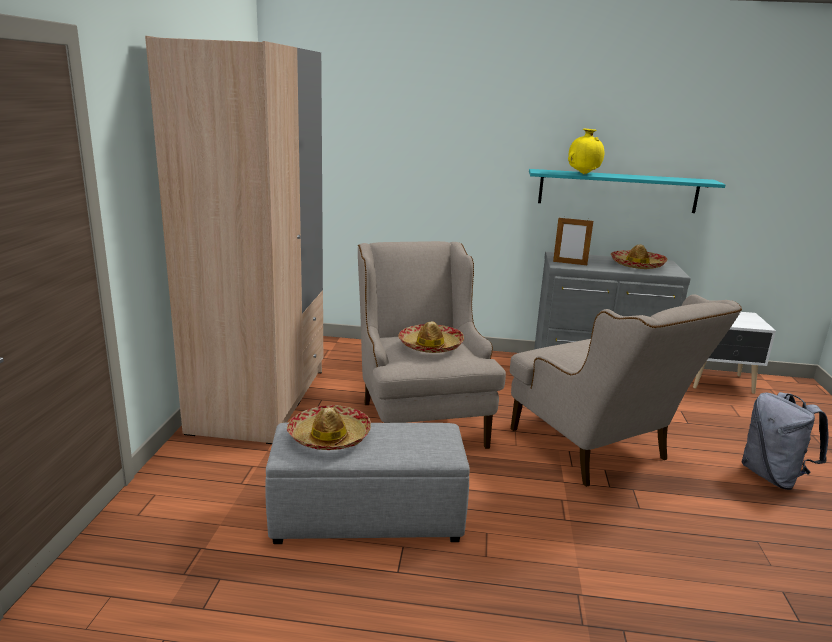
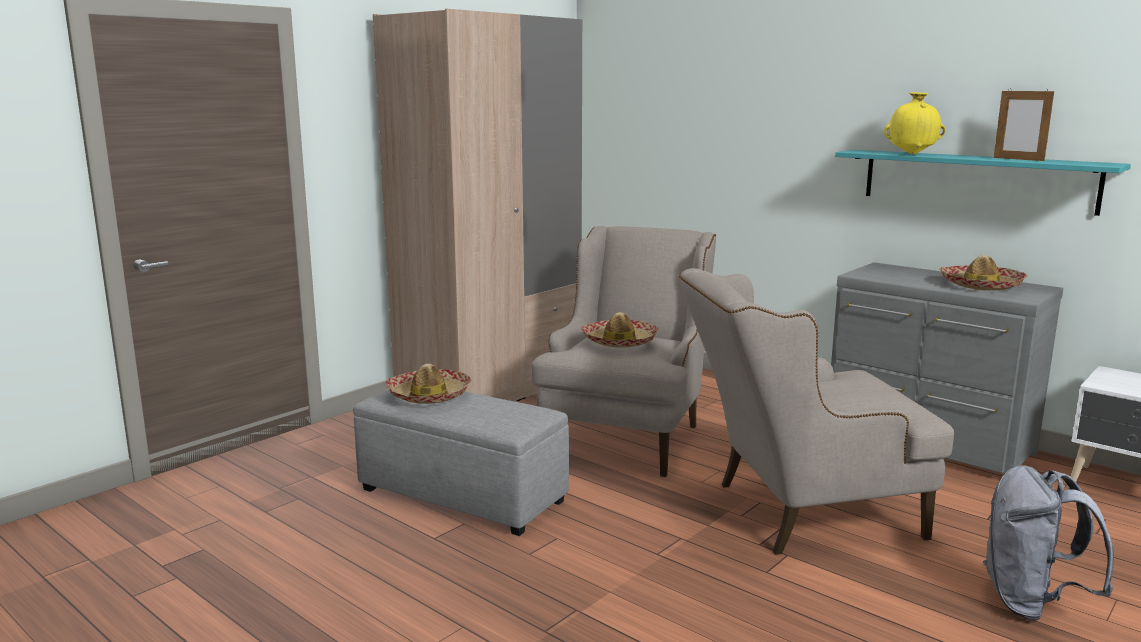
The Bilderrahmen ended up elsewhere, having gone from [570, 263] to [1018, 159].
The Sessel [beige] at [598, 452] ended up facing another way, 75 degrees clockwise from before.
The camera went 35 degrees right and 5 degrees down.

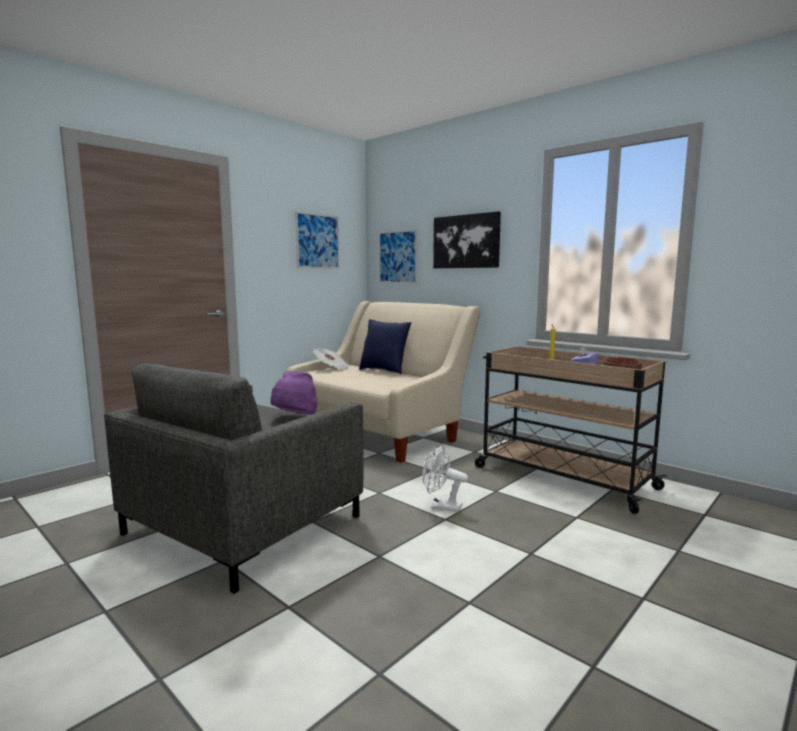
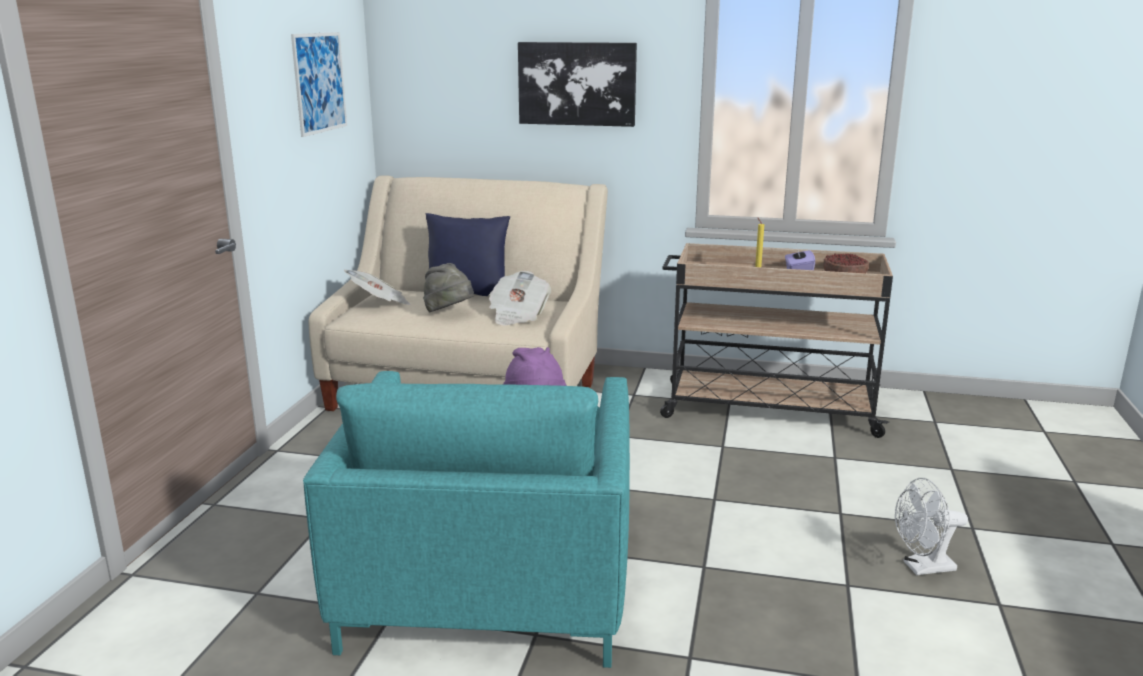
The second view lost the Bild at [397, 257].
The second view gained the Hut [grau] at [449, 313].
The second view gained the Zeitung at [518, 315].
The Ventilator [weiß] ended up elsewhere, having gone from [441, 507] to [922, 568].
What was the Sessel [grau] at [243, 524] turned into the Sessel [türkis] at [488, 582].
The camera went 30 degrees left and 10 degrees up.

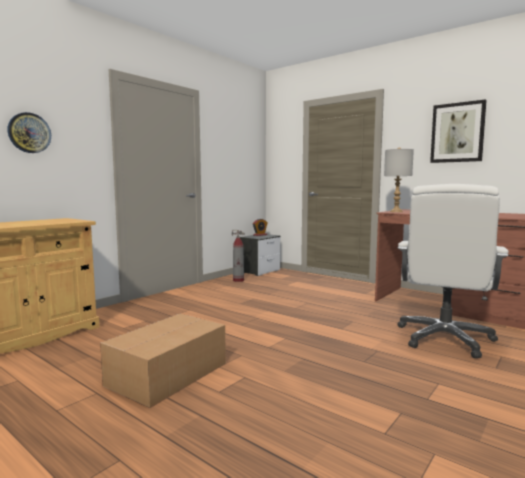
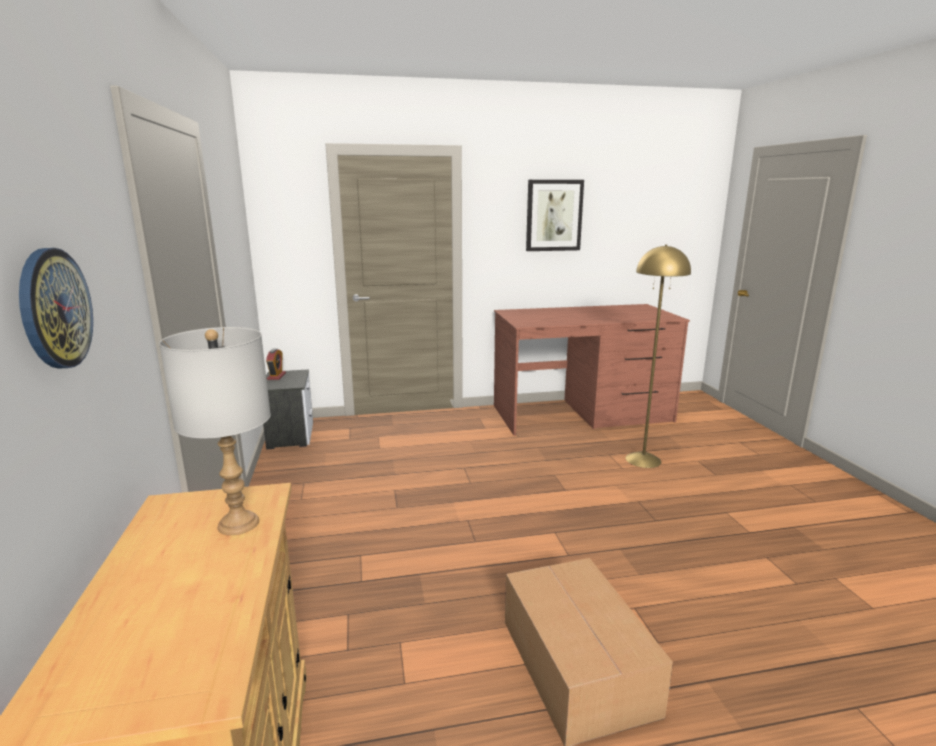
The second view lost the Feuerlöscher at [238, 280].
The Tischlampe [grau] ended up elsewhere, having gone from [396, 211] to [239, 524].
Where the Bürostuhl [weiß] stood at [444, 338], the Stehlampe [gelb] came to stand at [643, 460].
The camera went 50 degrees left and 10 degrees up.

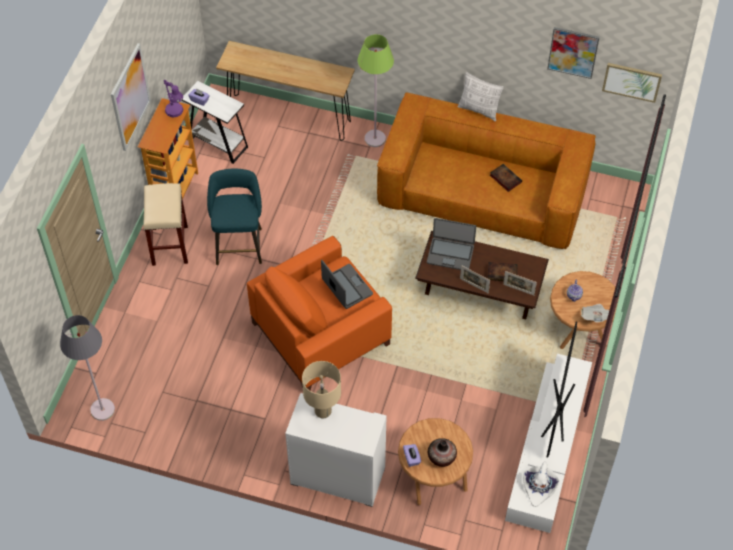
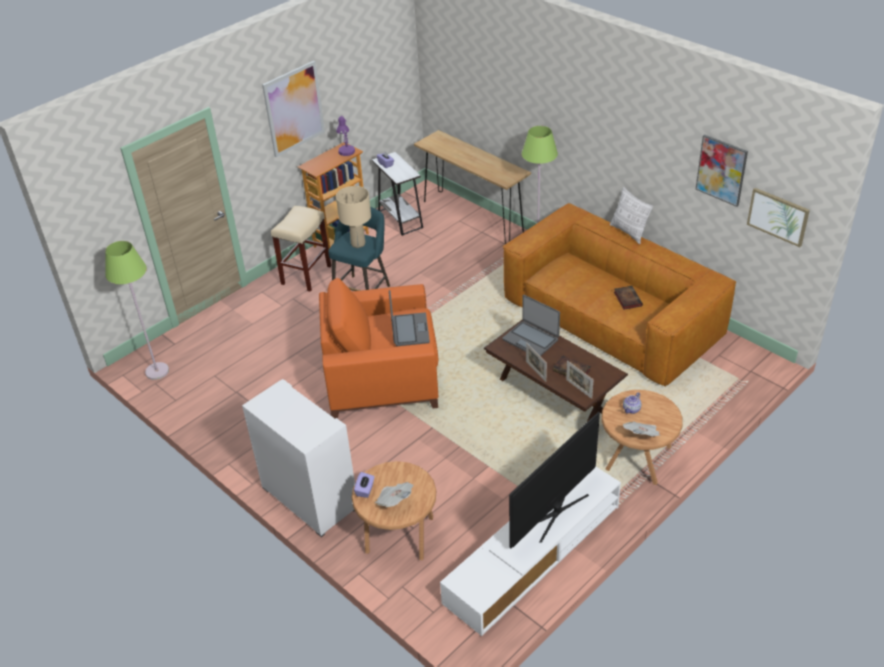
The second view lost the Hut [weiß] at [539, 486].
The Tischlampe [beige] ended up elsewhere, having gone from [322, 411] to [358, 244].
Where the Vase stood at [441, 458], the Zeitung came to stand at [394, 500].
What was the Stehlampe [grau] at [102, 410] turned into the Stehlampe [grün] at [157, 371].
The camera went 30 degrees right and 15 degrees down.

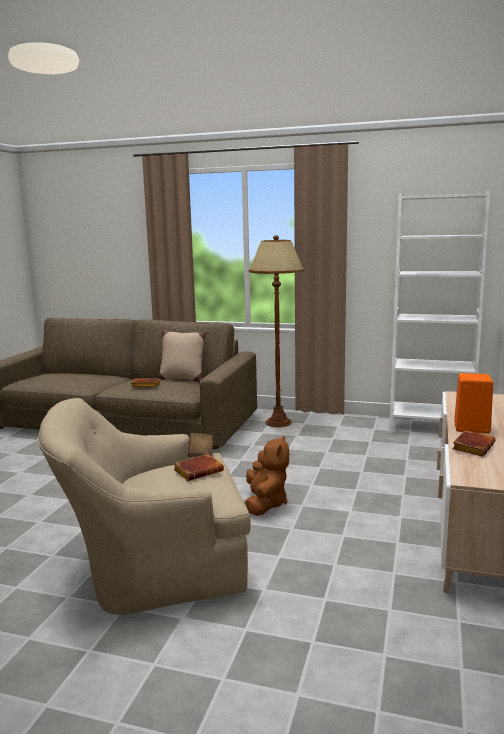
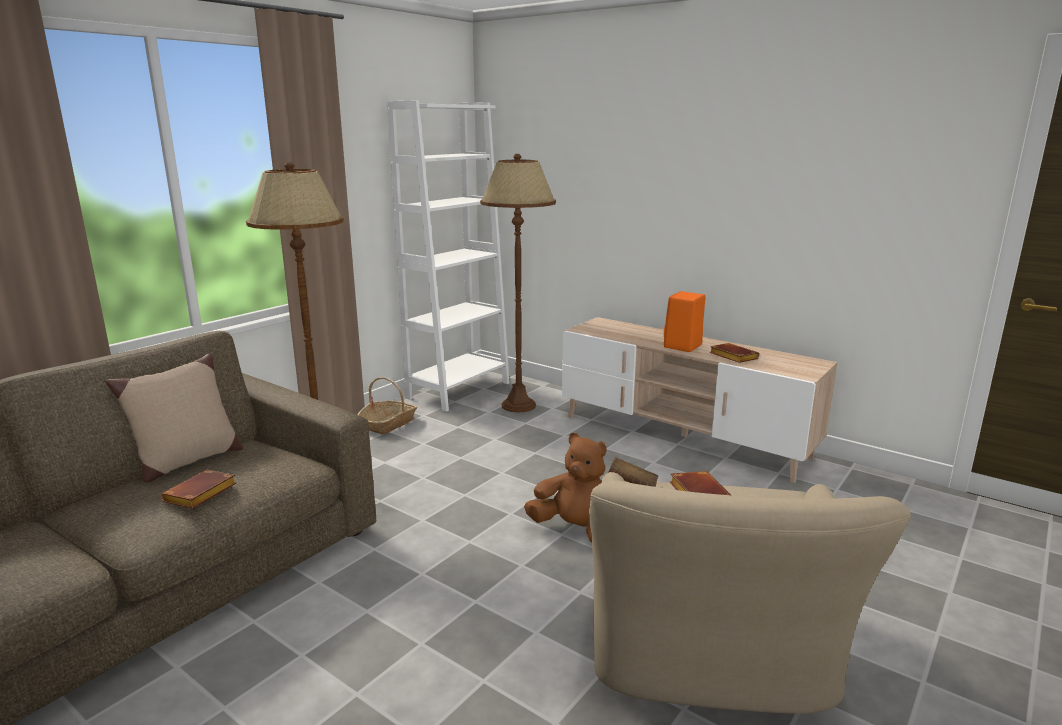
The second view gained the Korb at [388, 424].
The second view gained the Stehlampe [braun] at [518, 405].
The camera went 70 degrees left and 5 degrees up.

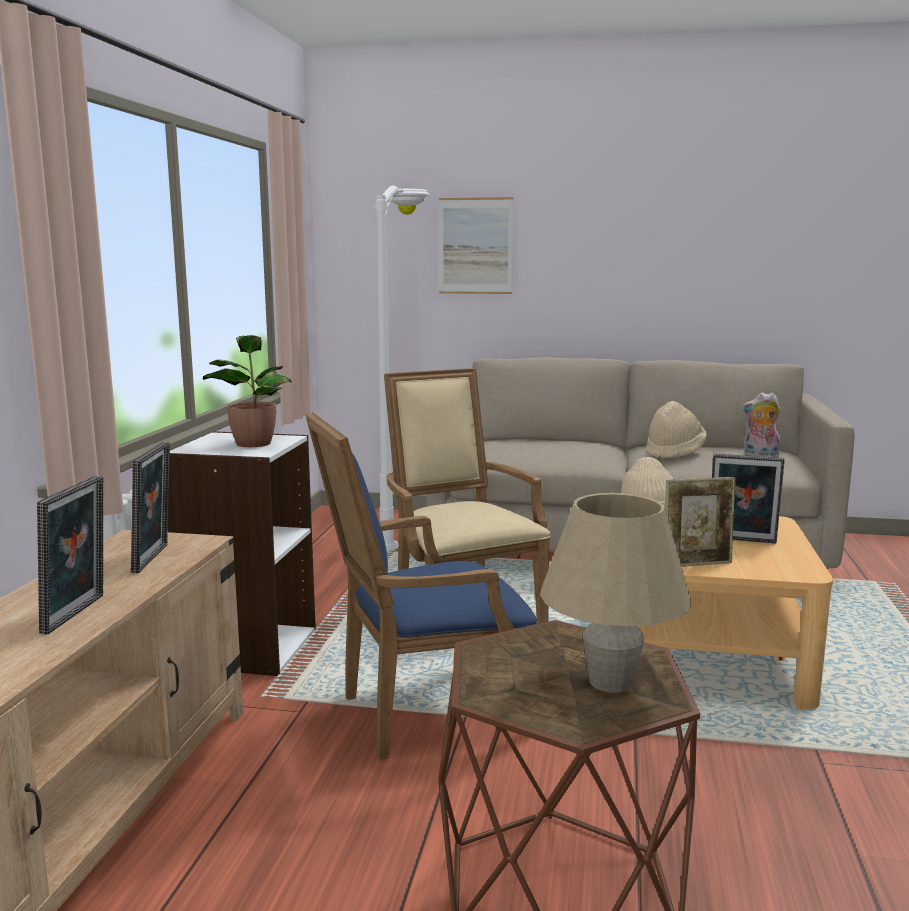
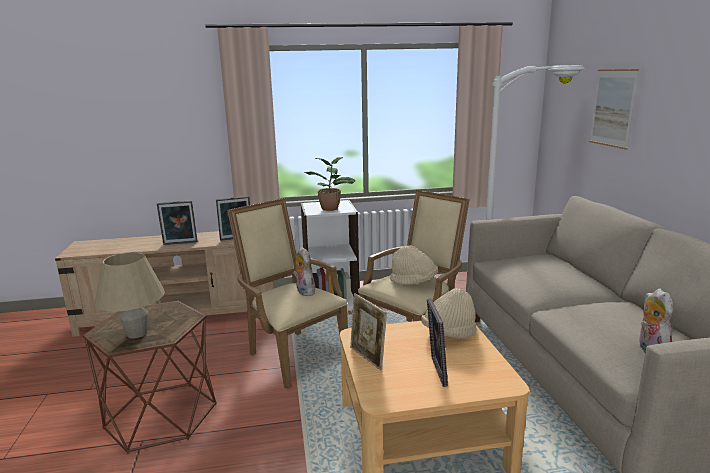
The second view gained the Plüschtier at [304, 291].
The Hut [beige] ended up elsewhere, having gone from [674, 452] to [414, 282].
What was the Sessel [blau] at [422, 714] turned into the Sessel [beige] at [292, 354].
The camera went 70 degrees right and 5 degrees up.

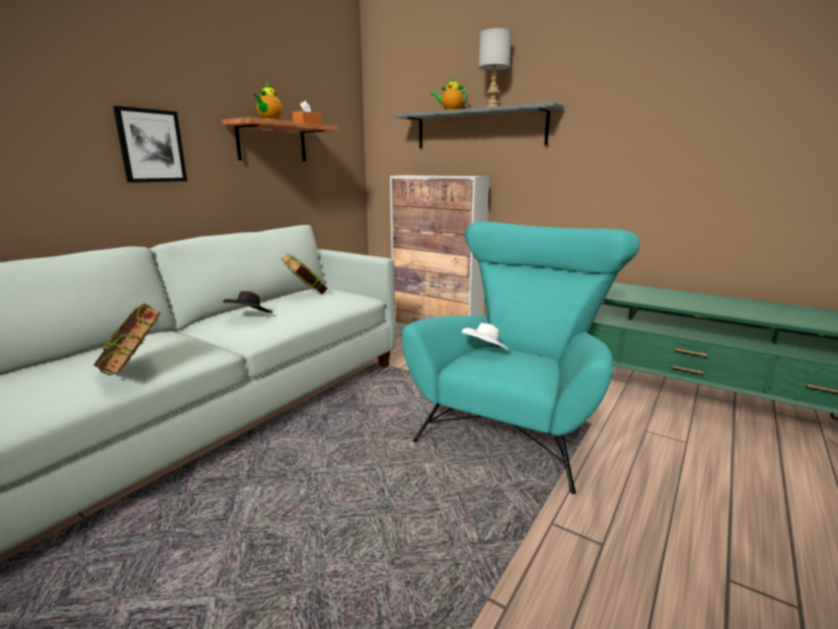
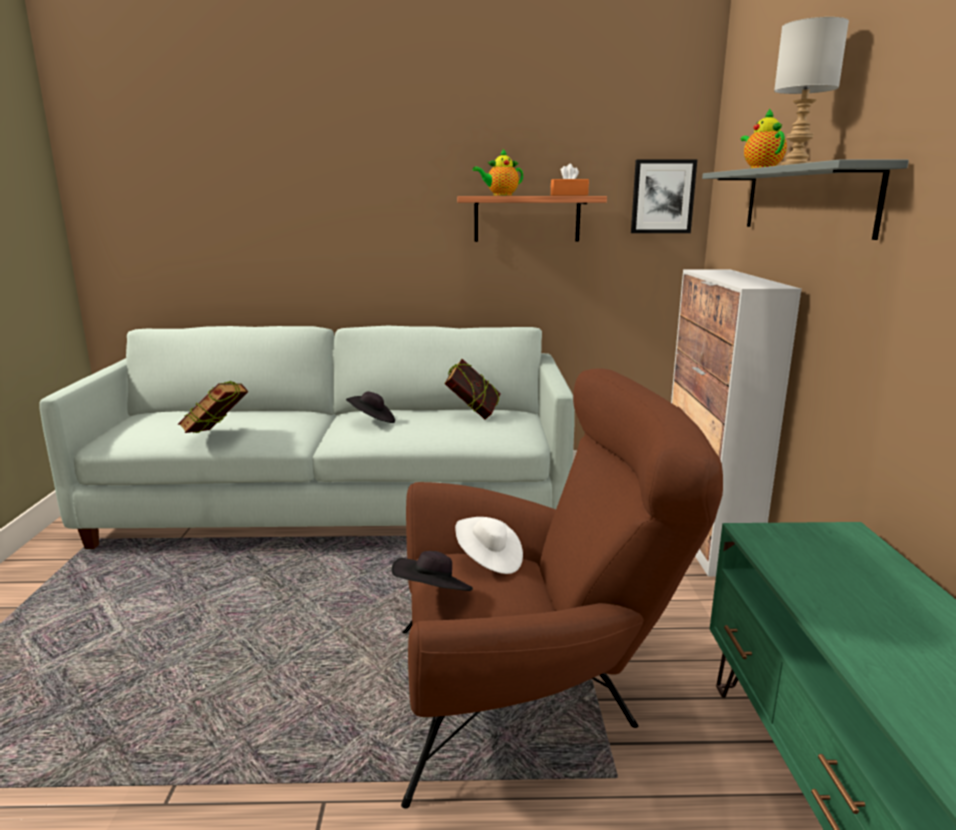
The second view gained the Hut [schwarz] at [433, 595].
The Bild ended up elsewhere, having gone from [151, 146] to [662, 196].
What was the Sessel [türkis] at [514, 422] turned into the Sessel [braun] at [531, 694].
The camera went 55 degrees right and 0 degrees up.

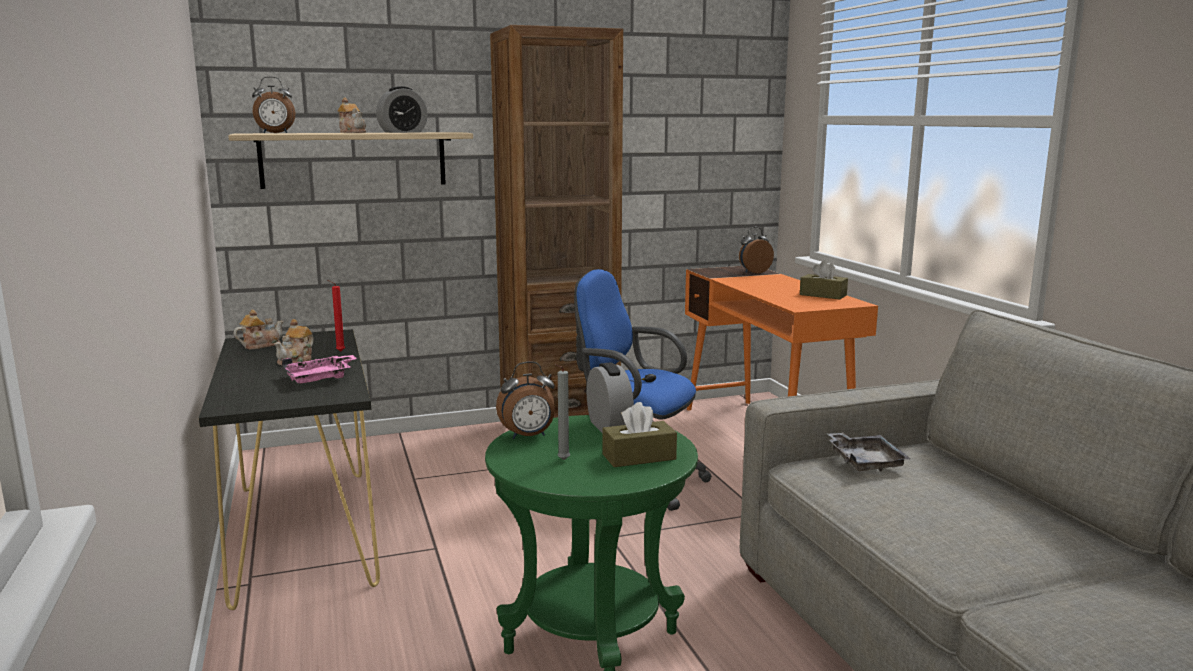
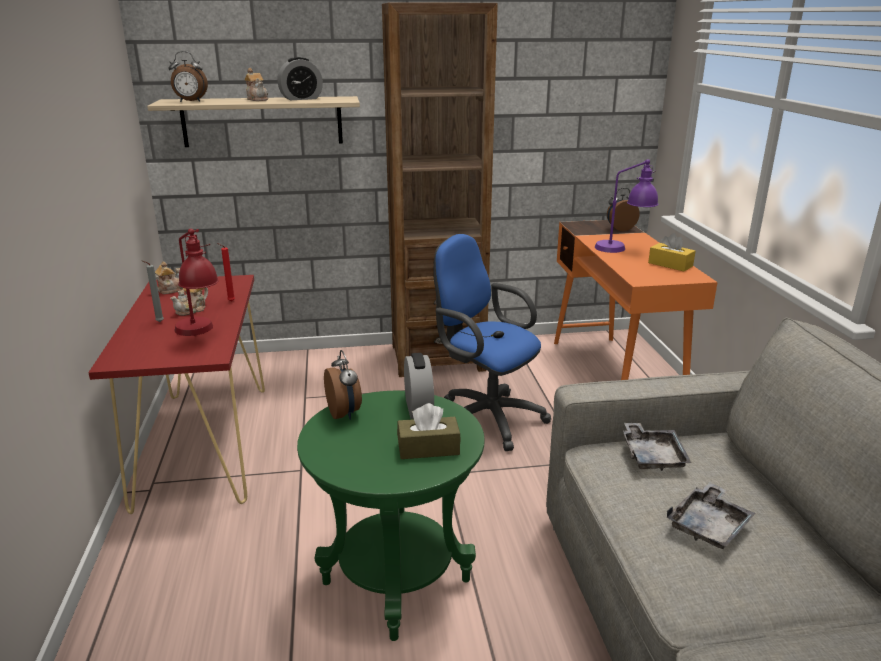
The second view gained the Tischlampe [lila] at [623, 249].
The second view gained the Tablett [grau] at [709, 526].
The Kerze [grau] ended up elsewhere, having gone from [562, 460] to [158, 322].
Where the Tablett [rosa] stood at [320, 378], the Tischlampe [rot] came to stand at [201, 333].
What was the Konsolentisch [schwarz] at [304, 532] turned into the Konsolentisch [rot] at [205, 443].
What was the Taschentuchbox [braun] at [823, 295] turned into the Taschentuchbox [gelb] at [670, 264].
The Wecker at [528, 436] ended up facing another way, 105 degrees counterclockwise from before.
The camera went 10 degrees right and 10 degrees up.

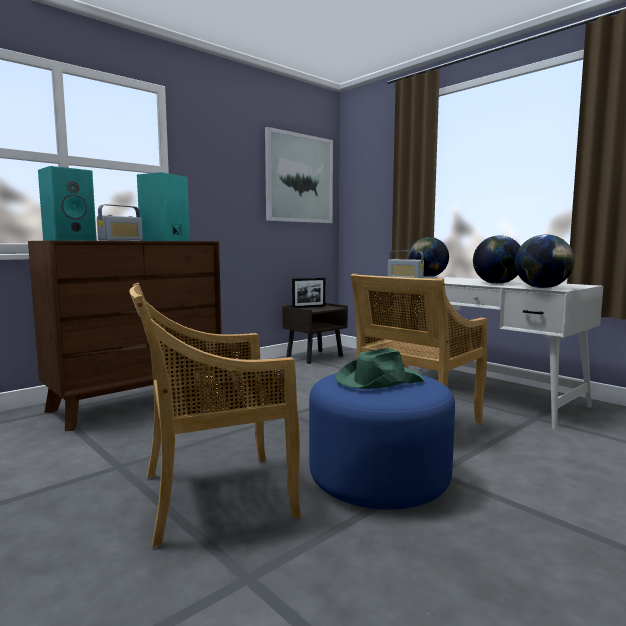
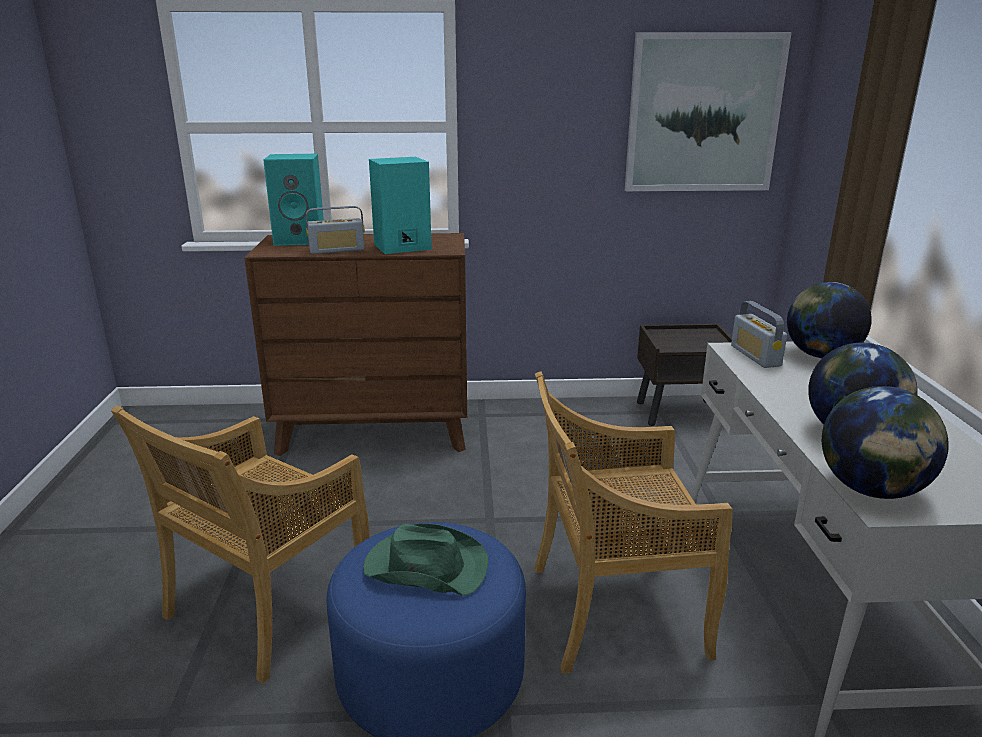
The second view lost the Bilderrahmen at [308, 307].
The Stuhl [beige] at [214, 496] ended up facing another way, 75 degrees counterclockwise from before.
The camera went 40 degrees right and 15 degrees up.

